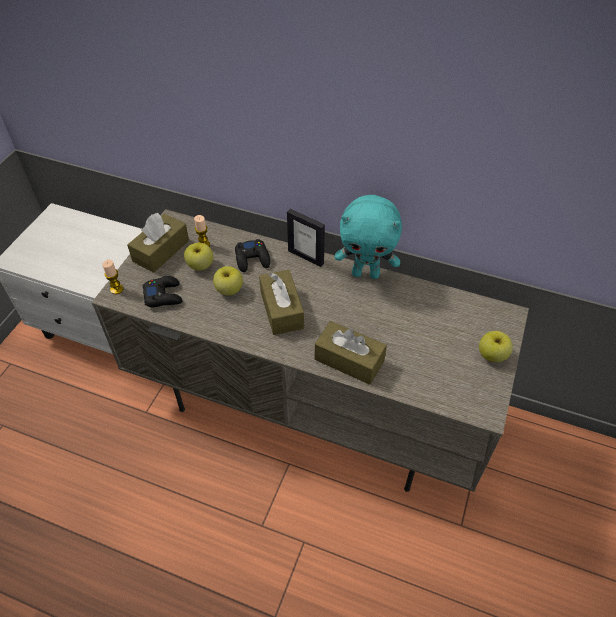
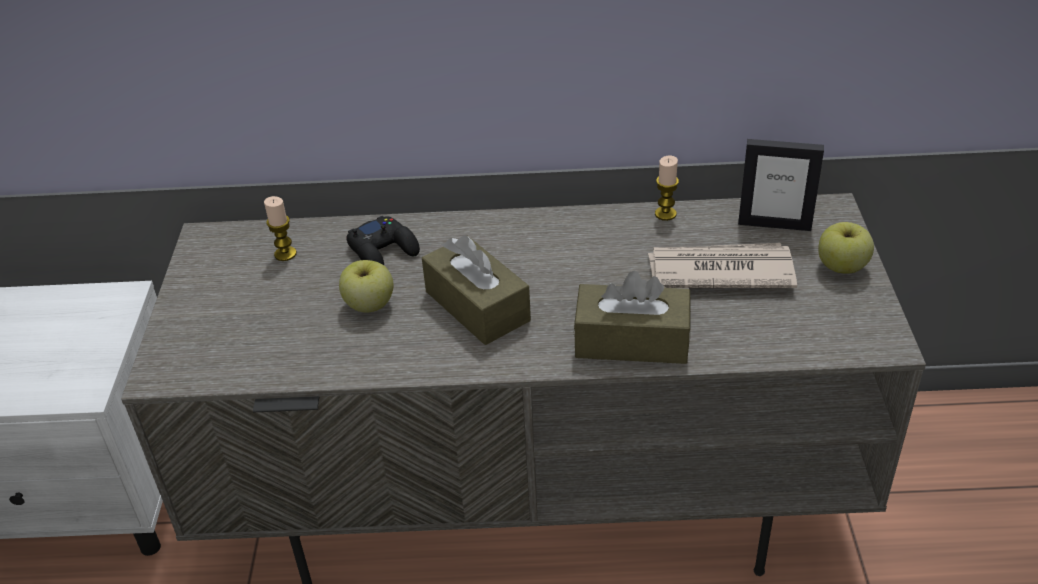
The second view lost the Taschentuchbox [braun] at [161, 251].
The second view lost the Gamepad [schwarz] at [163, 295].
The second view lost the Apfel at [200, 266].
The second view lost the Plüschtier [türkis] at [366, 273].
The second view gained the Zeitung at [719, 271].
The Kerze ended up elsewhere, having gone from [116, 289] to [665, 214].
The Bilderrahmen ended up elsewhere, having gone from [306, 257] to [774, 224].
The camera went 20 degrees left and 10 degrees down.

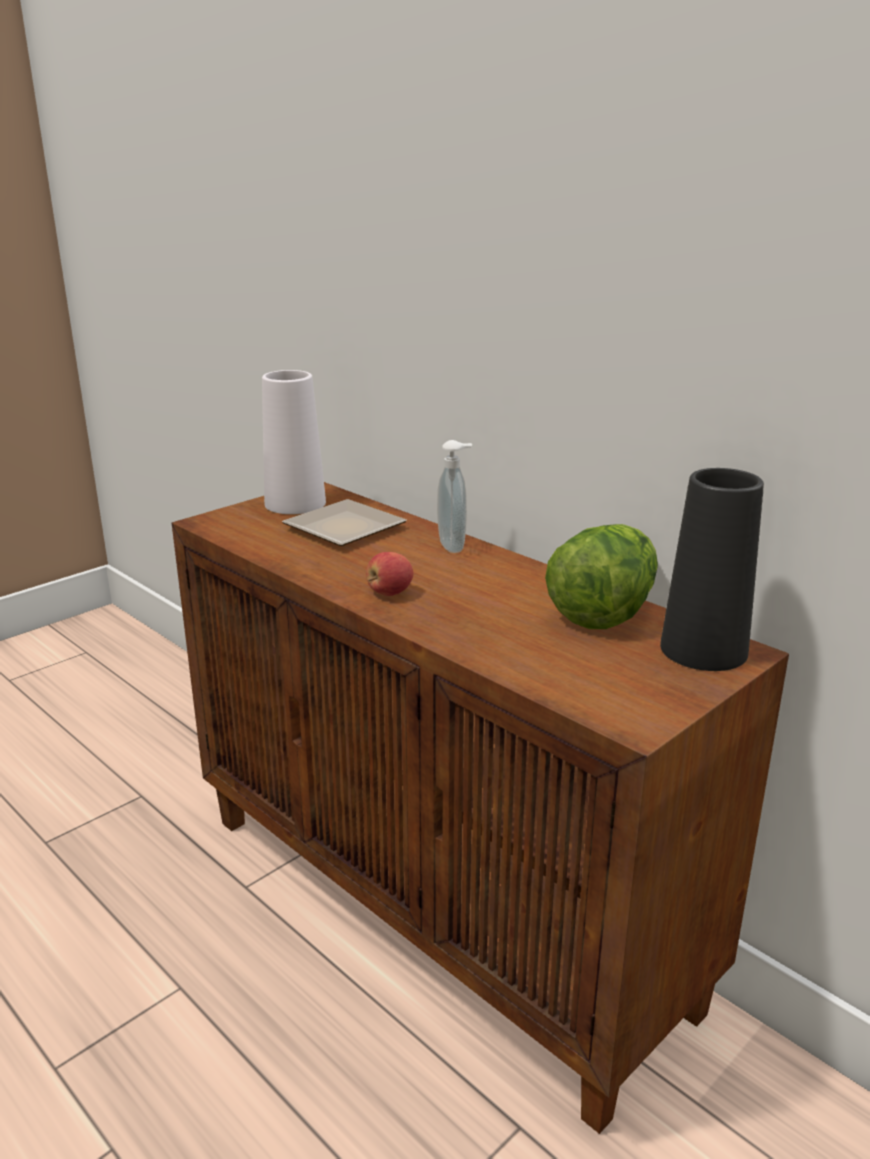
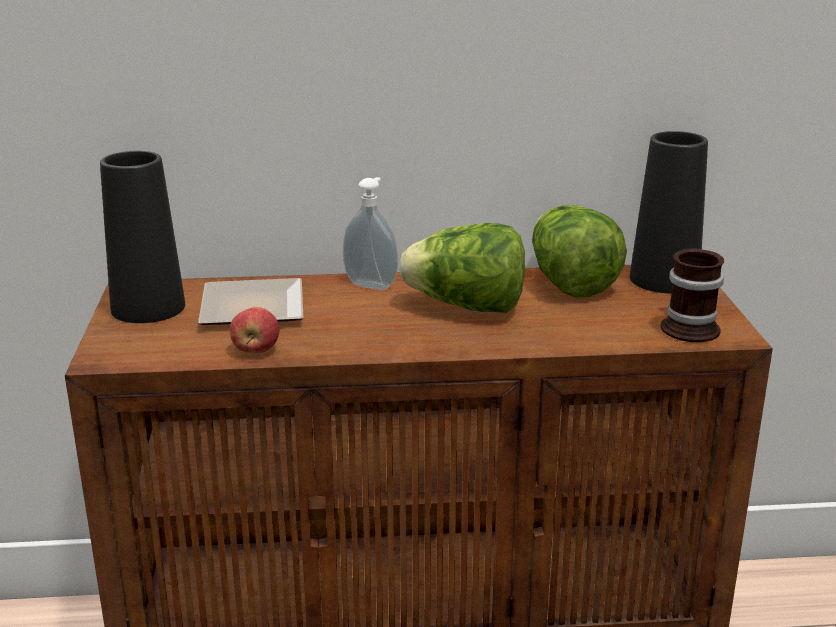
The second view gained the Salatkopf at [467, 307].
The second view gained the Henkelbecher at [690, 326].
The Apfel ended up elsewhere, having gone from [389, 593] to [256, 350].
What was the Vase [weiß] at [295, 503] turned into the Vase [schwarz] at [148, 308].
The camera went 50 degrees left and 0 degrees up.

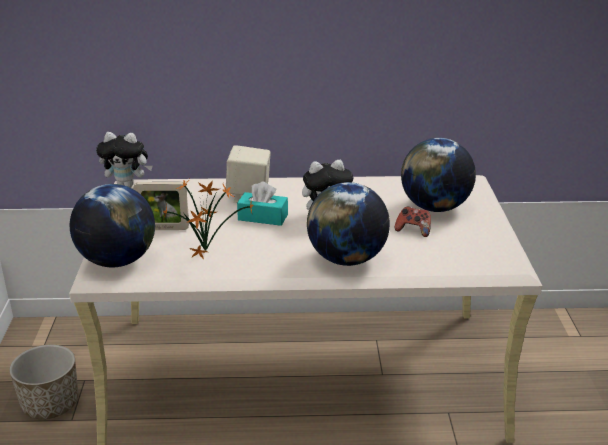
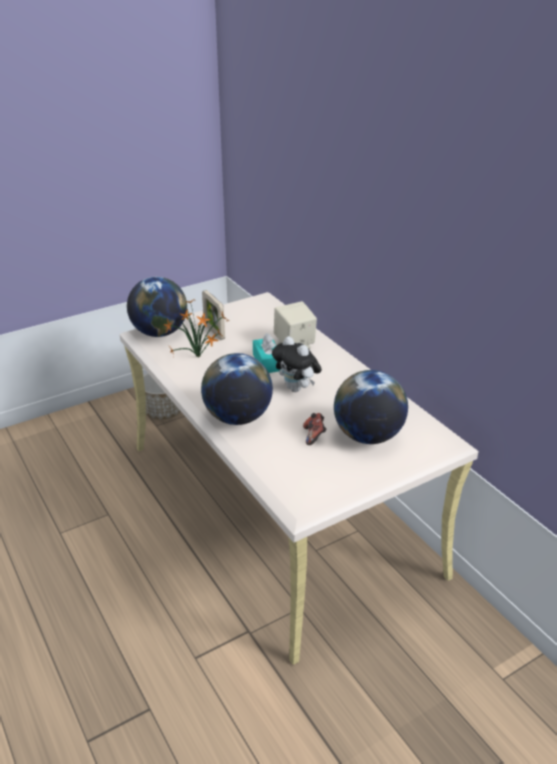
The second view lost the Plüschtier at [128, 185].
The camera went 60 degrees right and 5 degrees up.

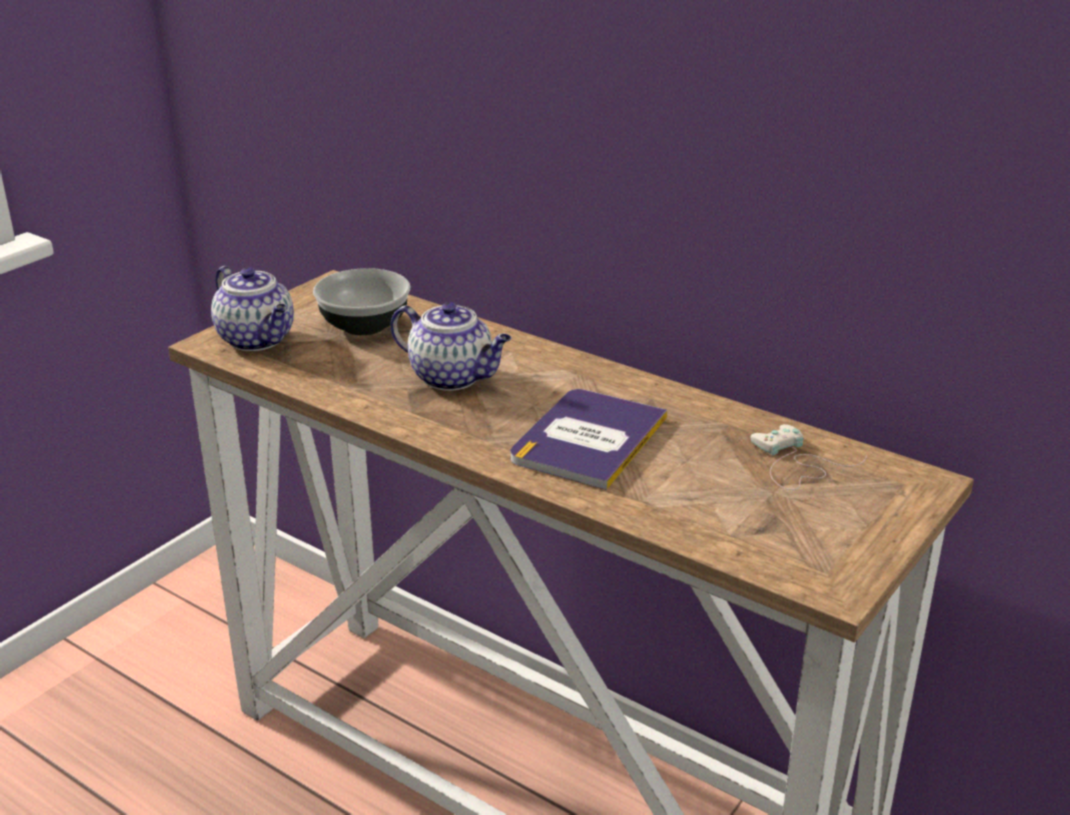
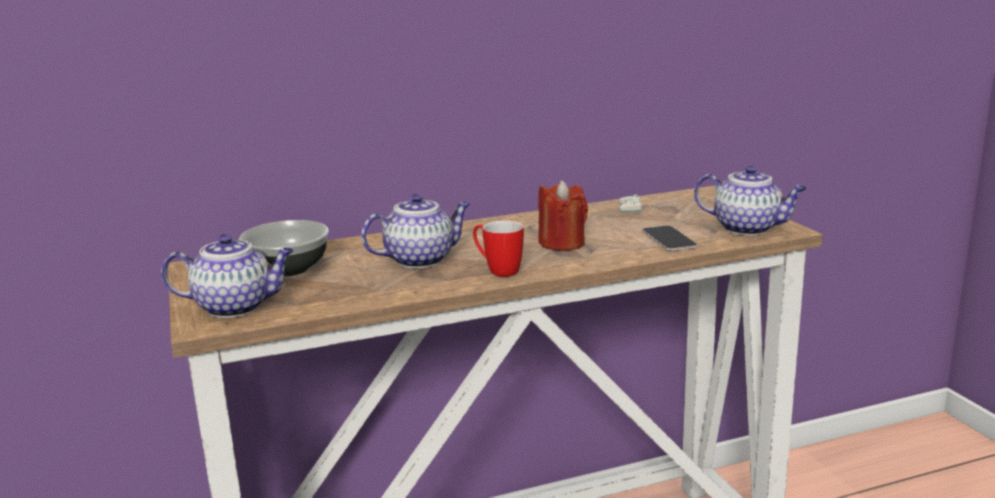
The second view gained the Henkelbecher at [497, 270].
The second view gained the Handy at [668, 239].
The second view gained the Teekanne at [748, 228].
Where the Buch stood at [588, 439], the Kerze [rot] came to stand at [562, 243].
The camera went 55 degrees left and 10 degrees down.

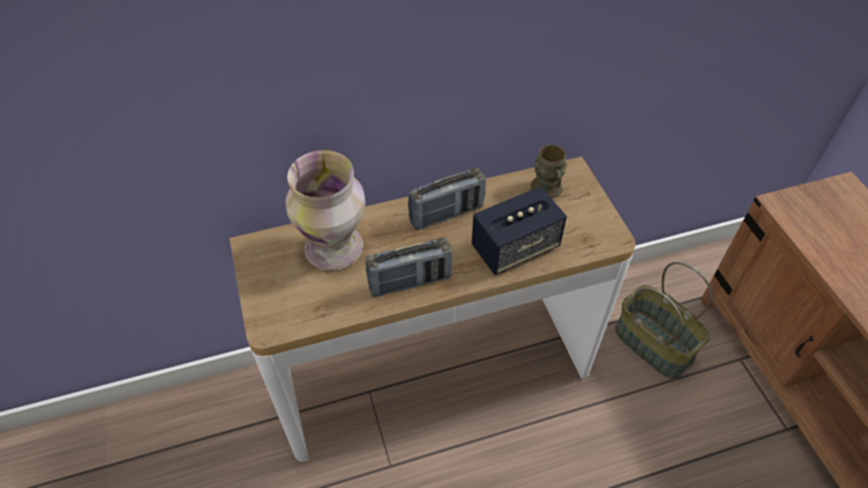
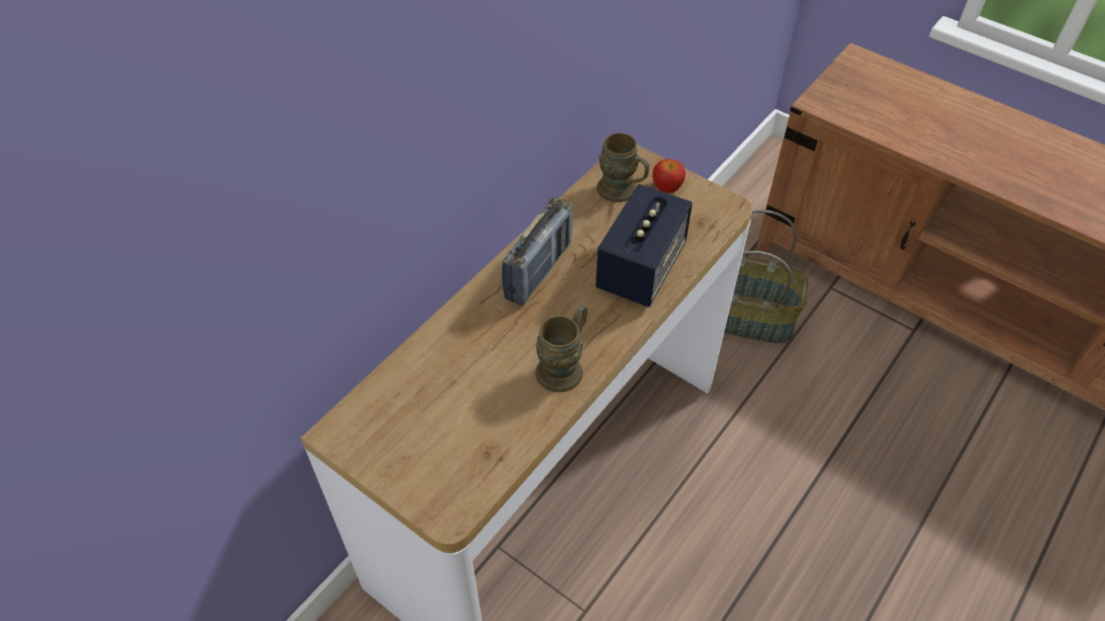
The second view lost the Vase at [334, 249].
The second view gained the Apfel at [667, 187].
Where the Radio stood at [410, 282], the Henkelbecher [braun] came to stand at [564, 366].
The camera went 35 degrees left and 0 degrees up.

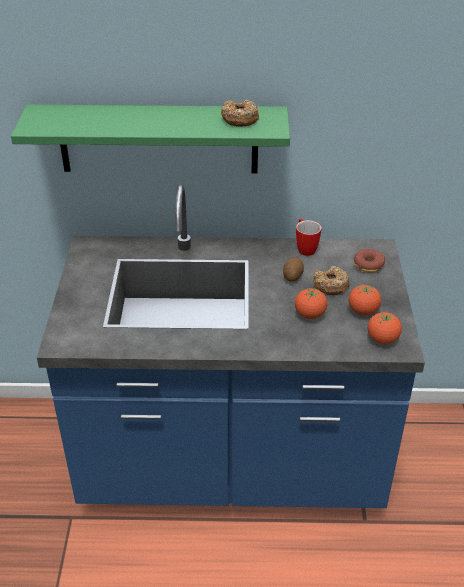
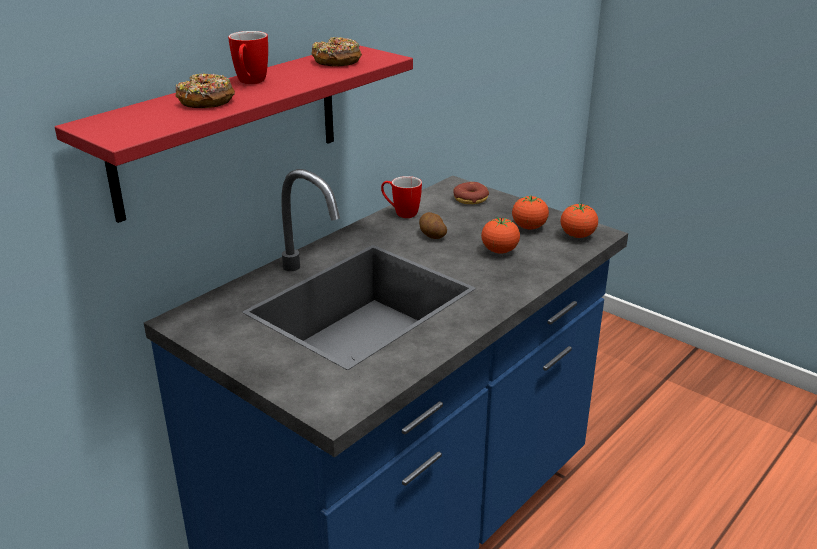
The second view gained the Henkelbecher at [250, 83].
The Donut ended up elsewhere, having gone from [331, 285] to [206, 101].
What was the Wandregal [grün] at [158, 139] turned into the Wandregal [rot] at [229, 129].
The camera went 50 degrees left and 10 degrees down.

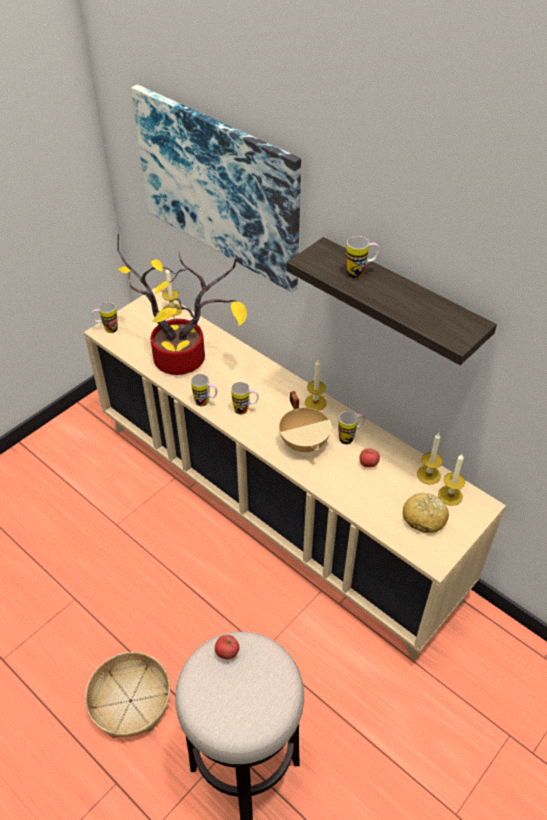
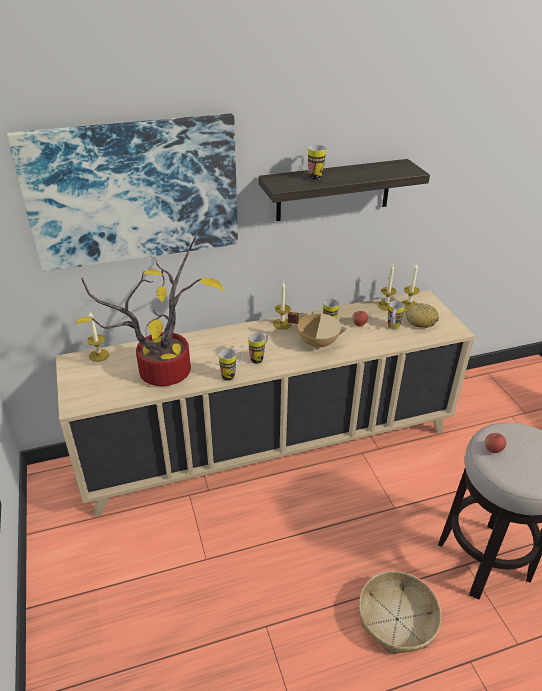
The Henkelbecher ended up elsewhere, having gone from [107, 329] to [392, 328].
The camera went 60 degrees left and 10 degrees down.

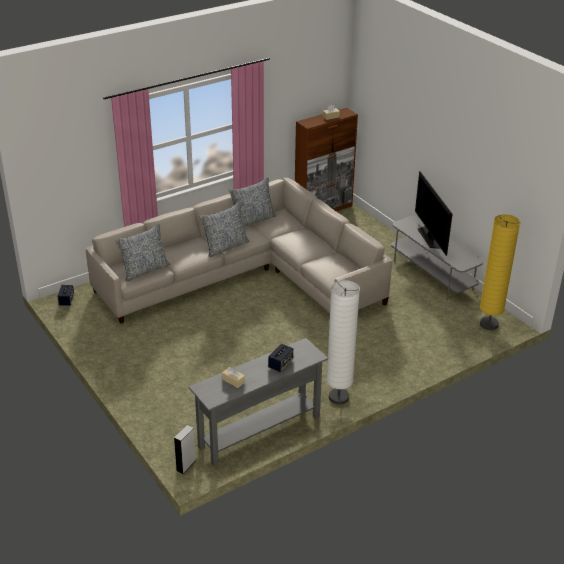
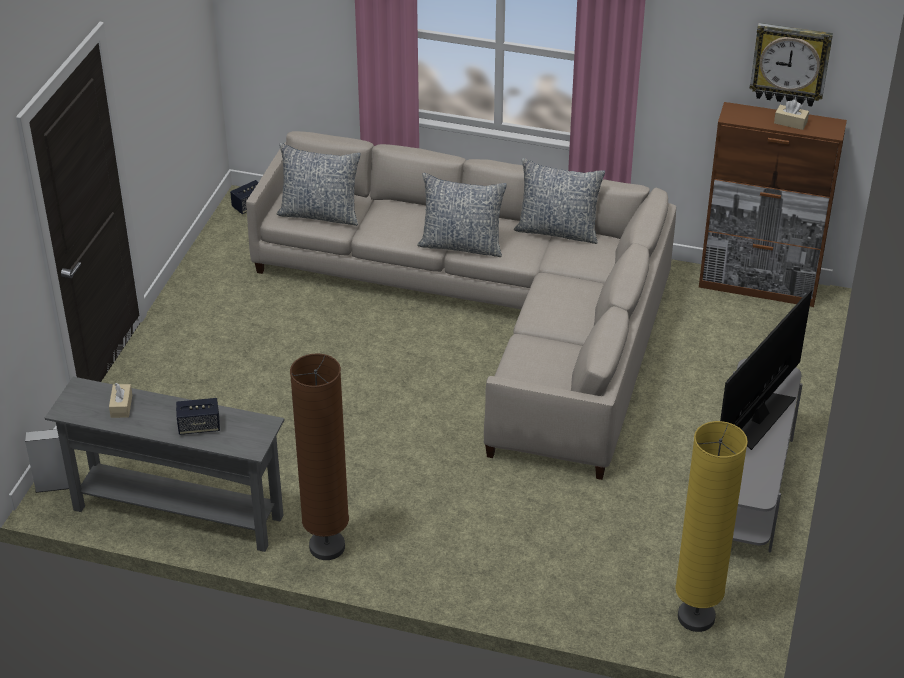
The second view gained the Wanduhr at [790, 64].
What was the Stehlampe [weiß] at [338, 397] turned into the Stehlampe [braun] at [327, 547].
The camera went 50 degrees right and 5 degrees up.

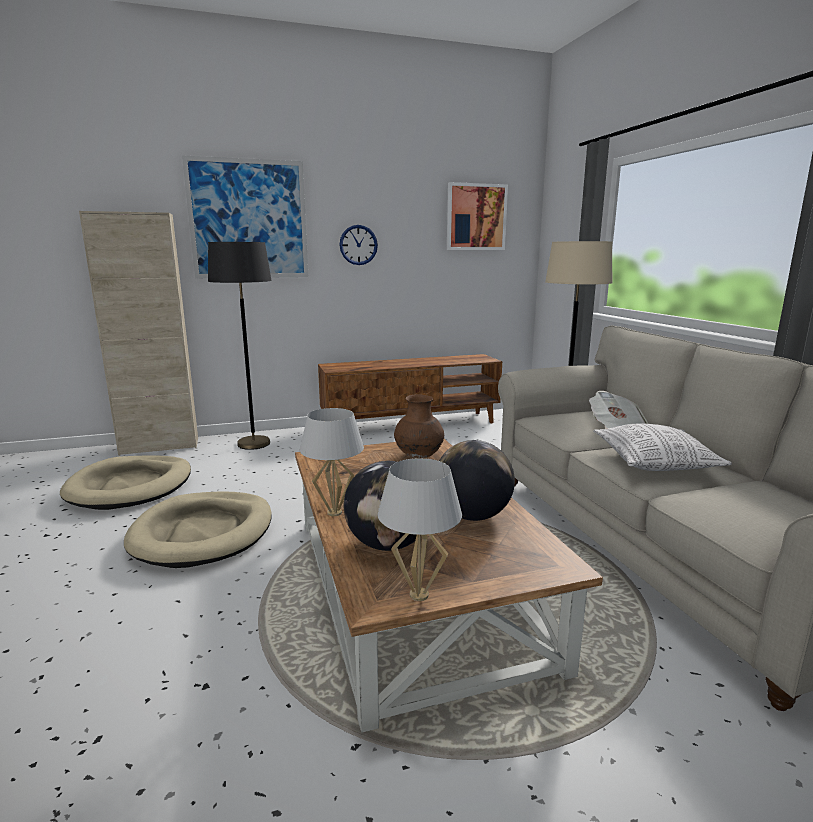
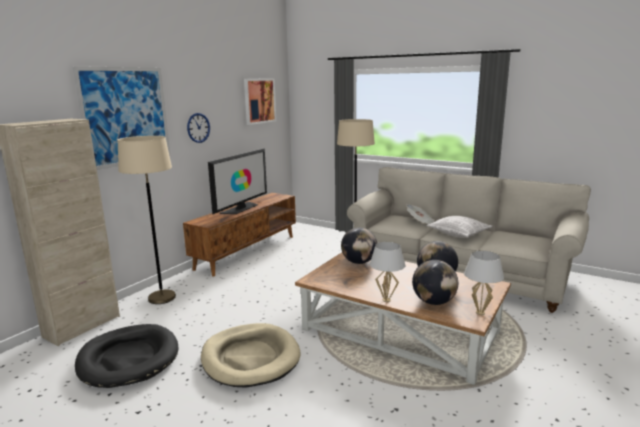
The second view gained the Fernseher at [241, 208].
Where the Vase [braun] stood at [418, 456], the Globus came to stand at [359, 262].
What was the Hundebett [beige] at [131, 486] turned into the Hundebett [schwarz] at [129, 358].
What was the Stehlampe [schwarz] at [254, 444] turned into the Stehlampe [beige] at [162, 298].
The camera went 40 degrees left and 0 degrees up.

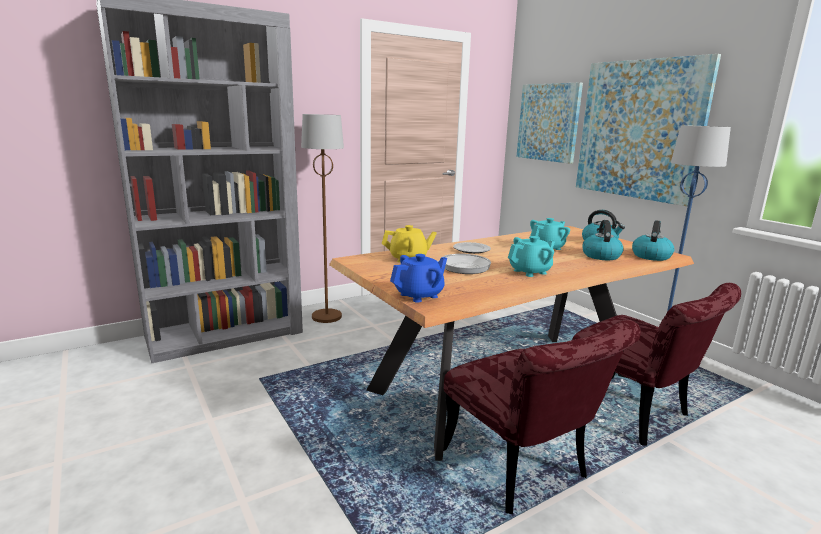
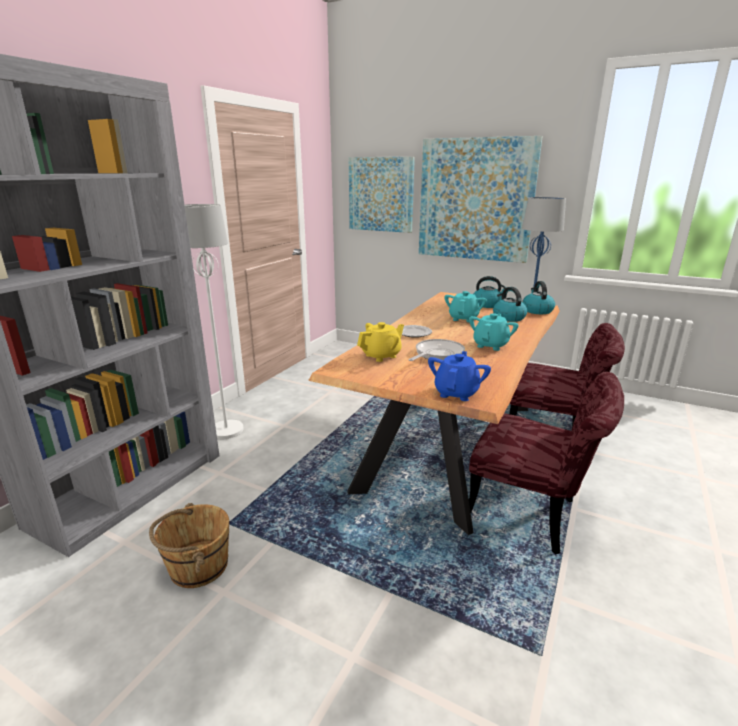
The second view gained the Eimer [braun] at [197, 566].
What was the Stehlampe [braun] at [327, 317] turned into the Stehlampe [weiß] at [227, 430].
The camera went 30 degrees left and 5 degrees up.

